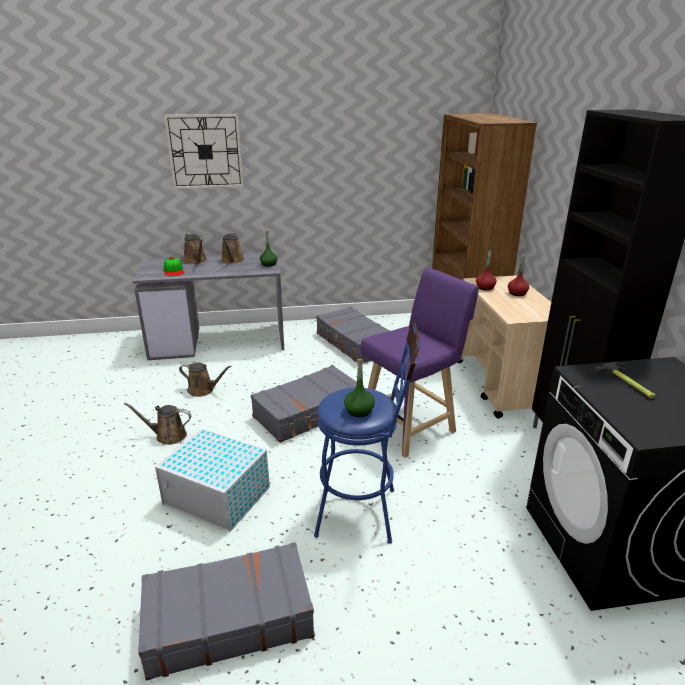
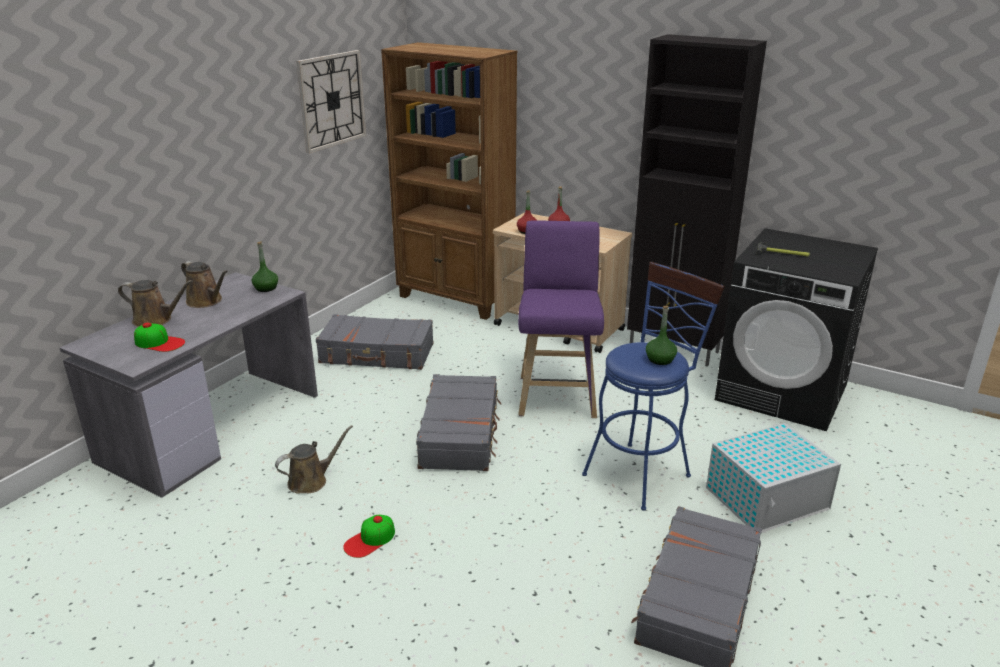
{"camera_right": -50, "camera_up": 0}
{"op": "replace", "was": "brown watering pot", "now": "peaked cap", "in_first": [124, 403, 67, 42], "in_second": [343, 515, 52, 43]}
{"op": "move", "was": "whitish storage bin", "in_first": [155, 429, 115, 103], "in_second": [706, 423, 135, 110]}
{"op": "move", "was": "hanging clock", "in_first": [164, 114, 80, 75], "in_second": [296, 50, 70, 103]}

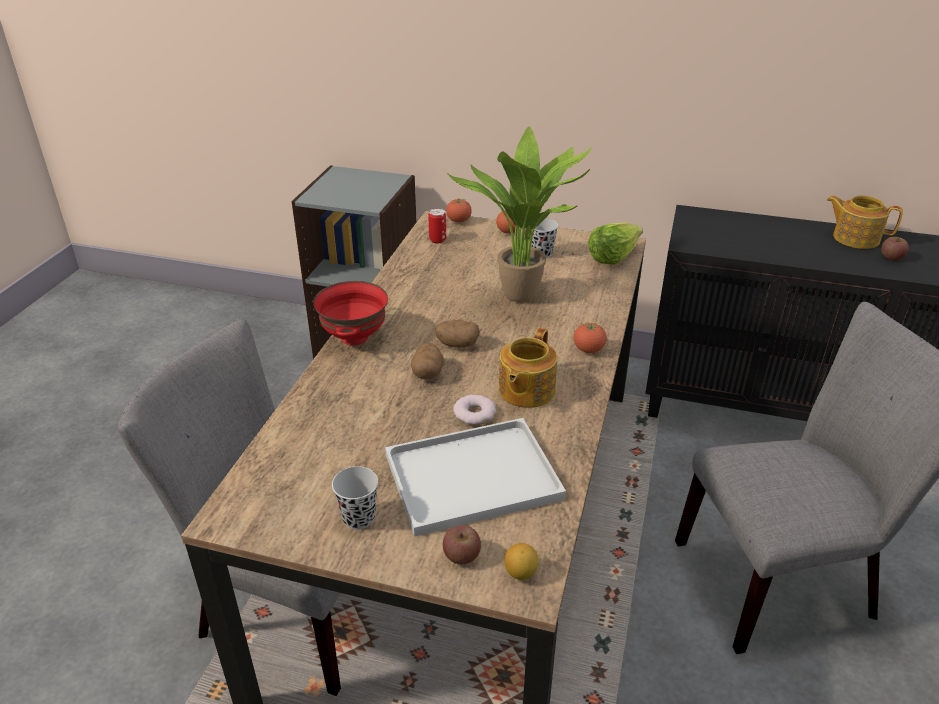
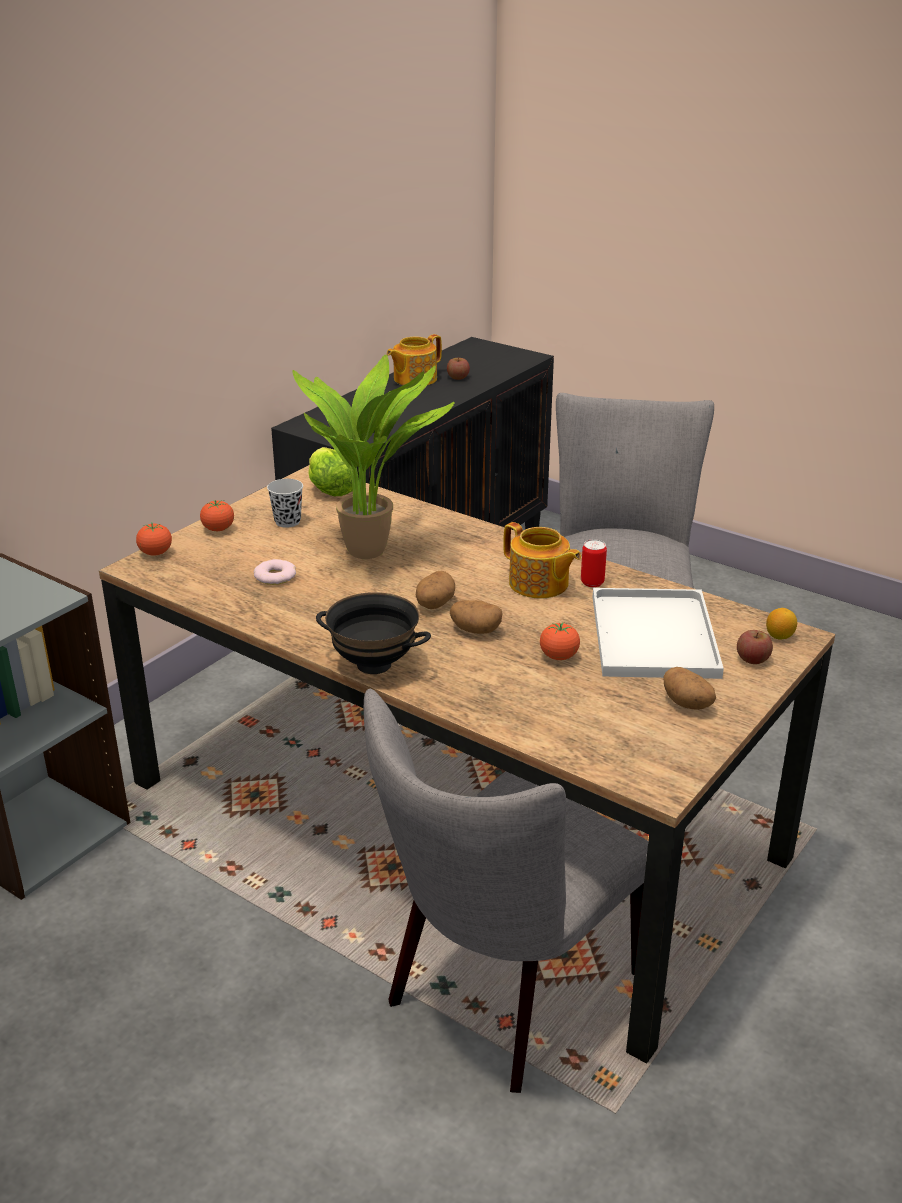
{"camera_right": -70, "camera_up": -5}
{"op": "recolor", "was": "red bowl", "now": "black bowl", "in_first": [313, 281, 75, 65], "in_second": [316, 592, 115, 82]}
{"op": "replace", "was": "black drinking cup", "now": "whole potato", "in_first": [332, 466, 46, 64], "in_second": [663, 667, 53, 43]}
{"op": "move", "was": "can", "in_first": [428, 208, 18, 36], "in_second": [581, 539, 26, 48]}
{"op": "move", "was": "doughnut", "in_first": [454, 395, 42, 30], "in_second": [254, 559, 42, 26]}
{"op": "move", "was": "fresh tomato", "in_first": [574, 322, 33, 31], "in_second": [540, 623, 40, 37]}

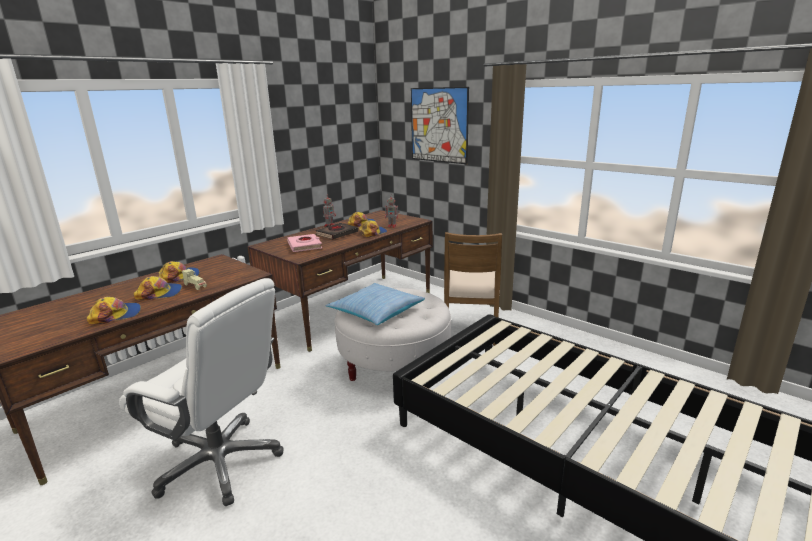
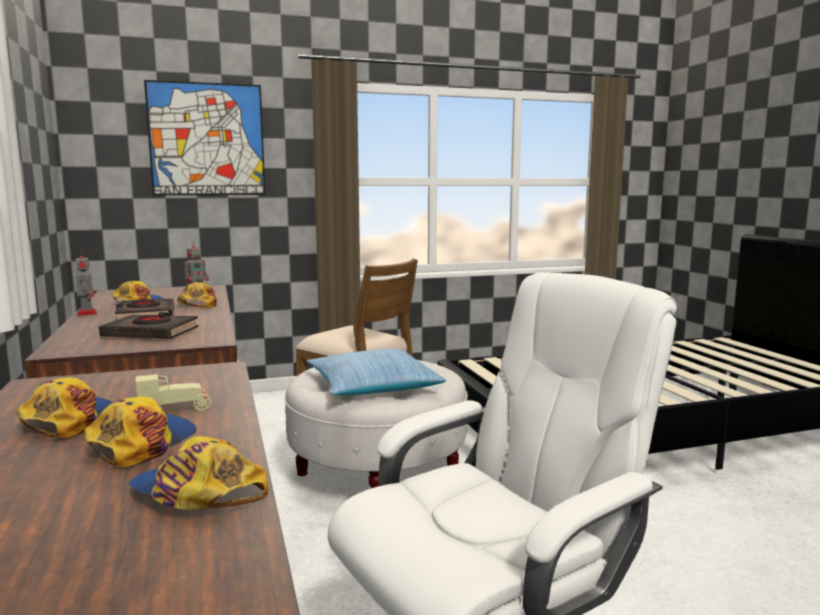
{"camera_right": -60, "camera_up": -10}
{"op": "rotate", "was": "peaked cap", "in_first": [87, 297, 54, 27], "in_second": [129, 436, 139, 74], "clockwise": -60}
{"op": "recolor", "was": "pink bound book", "now": "black bound book", "in_first": [287, 234, 35, 18], "in_second": [99, 312, 100, 27]}

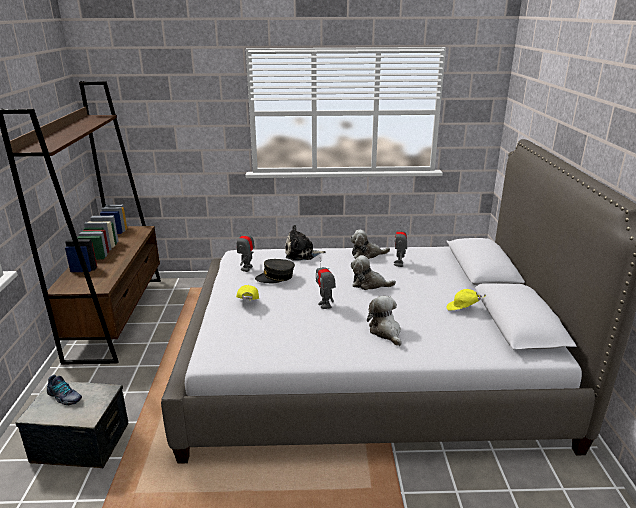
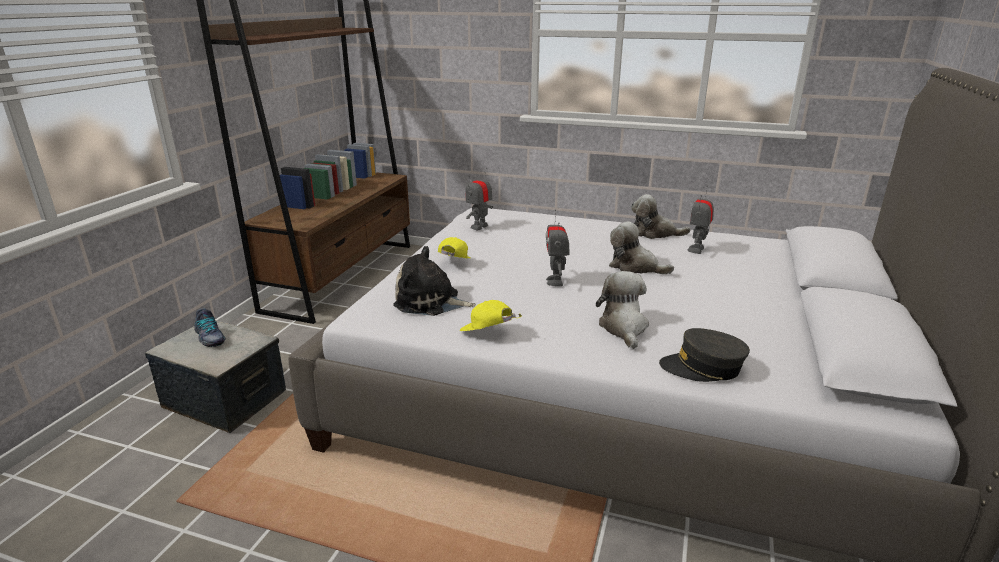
{"camera_right": 20, "camera_up": 0}
{"op": "move", "was": "grey peaked cap", "in_first": [255, 259, 40, 24], "in_second": [659, 328, 91, 54]}
{"op": "move", "was": "soft toy", "in_first": [285, 225, 41, 36], "in_second": [393, 246, 83, 70]}
{"op": "move", "was": "yellow-coloured peaked cap", "in_first": [447, 289, 39, 22], "in_second": [460, 300, 62, 31]}

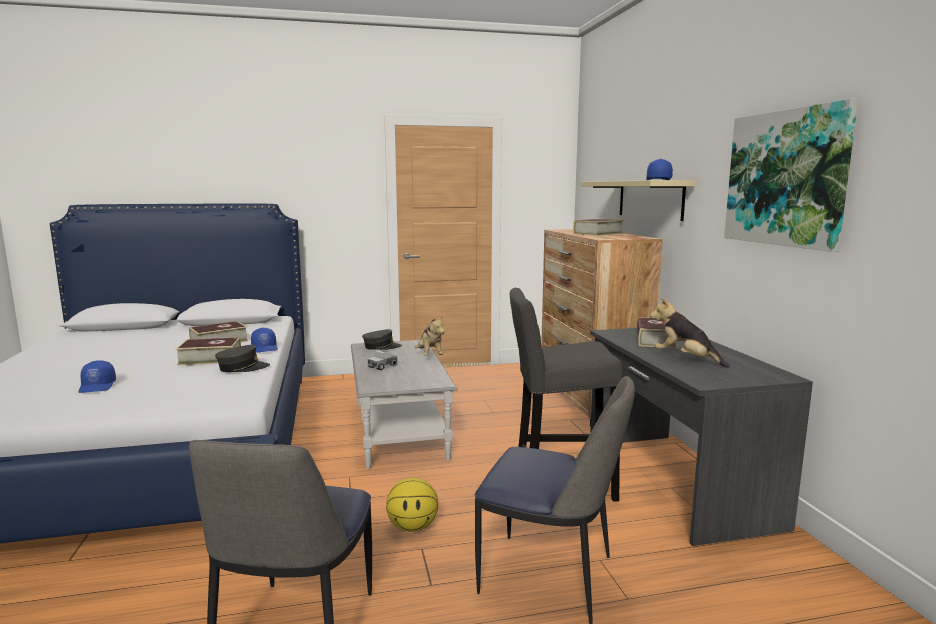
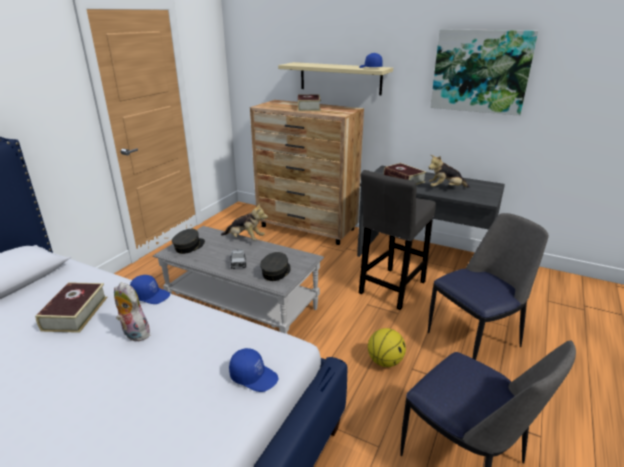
{"camera_right": -50, "camera_up": 15}
{"op": "move", "was": "blue-coloured peaked cap", "in_first": [79, 360, 37, 33], "in_second": [229, 348, 49, 44]}
{"op": "replace", "was": "bound book", "now": "soft toy", "in_first": [175, 337, 66, 28], "in_second": [114, 282, 36, 59]}
{"op": "move", "was": "grey peaked cap", "in_first": [215, 345, 55, 27], "in_second": [260, 252, 31, 29]}

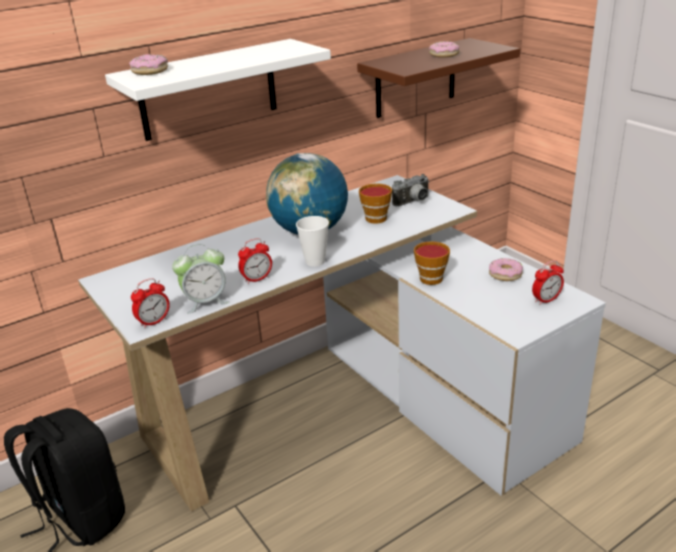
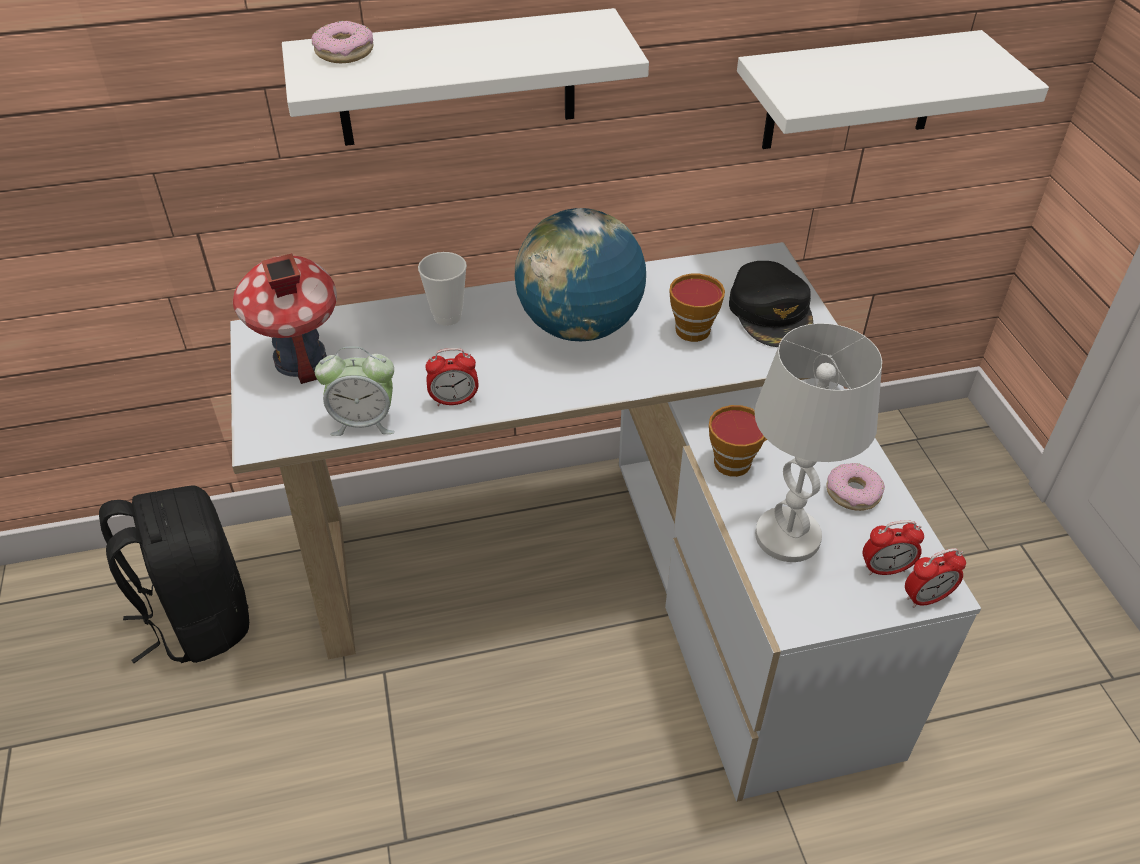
{"camera_right": 20, "camera_up": 15}
{"op": "move", "was": "alarm clock", "in_first": [131, 278, 39, 51], "in_second": [905, 548, 61, 60]}
{"op": "move", "was": "drinking cup", "in_first": [296, 216, 33, 51], "in_second": [418, 252, 49, 74]}
{"op": "recolor", "was": "brown wall shelf", "now": "whitish wall shelf", "in_first": [357, 38, 163, 80], "in_second": [737, 30, 312, 119]}
{"op": "replace", "was": "photo camera", "now": "black peaked cap", "in_first": [392, 174, 37, 32], "in_second": [729, 261, 84, 86]}
{"op": "delete", "was": "doughnut", "in_first": [429, 41, 31, 17]}
{"op": "insert", "now": "toy house", "in_second": [233, 253, 104, 131]}
{"op": "insert", "now": "whitish lamp for a table", "in_second": [754, 323, 128, 239]}

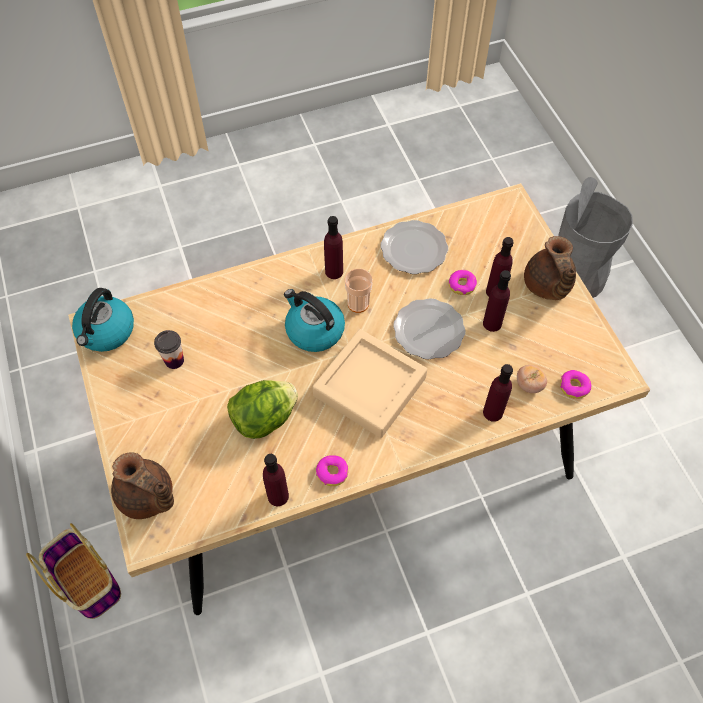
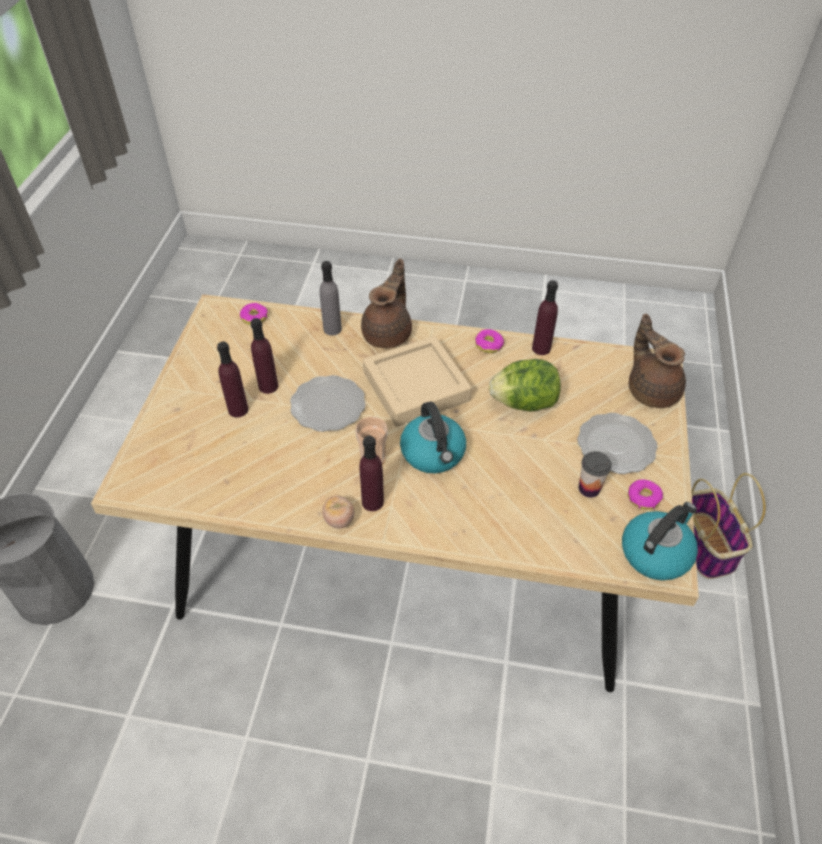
{"camera_right": -150, "camera_up": -10}
{"op": "move", "was": "dinner plate", "in_first": [380, 220, 68, 54], "in_second": [577, 413, 81, 61]}
{"op": "move", "was": "doughnut", "in_first": [449, 270, 28, 25], "in_second": [628, 479, 35, 31]}
{"op": "recolor", "was": "purple-coloured beverage bottle", "now": "grey beverage bottle", "in_first": [483, 364, 30, 58], "in_second": [320, 261, 22, 75]}
{"op": "move", "was": "fresh tomato", "in_first": [517, 365, 30, 28], "in_second": [322, 496, 32, 32]}
{"op": "move", "was": "brown teapot", "in_first": [524, 236, 52, 64], "in_second": [361, 258, 51, 90]}

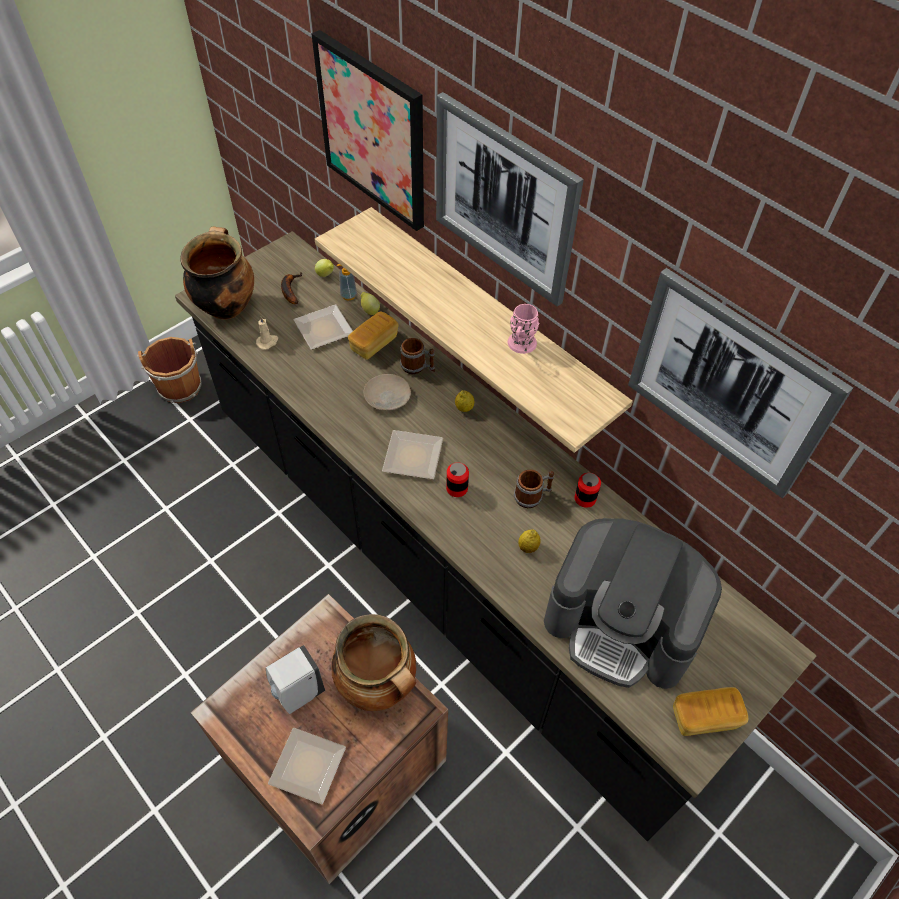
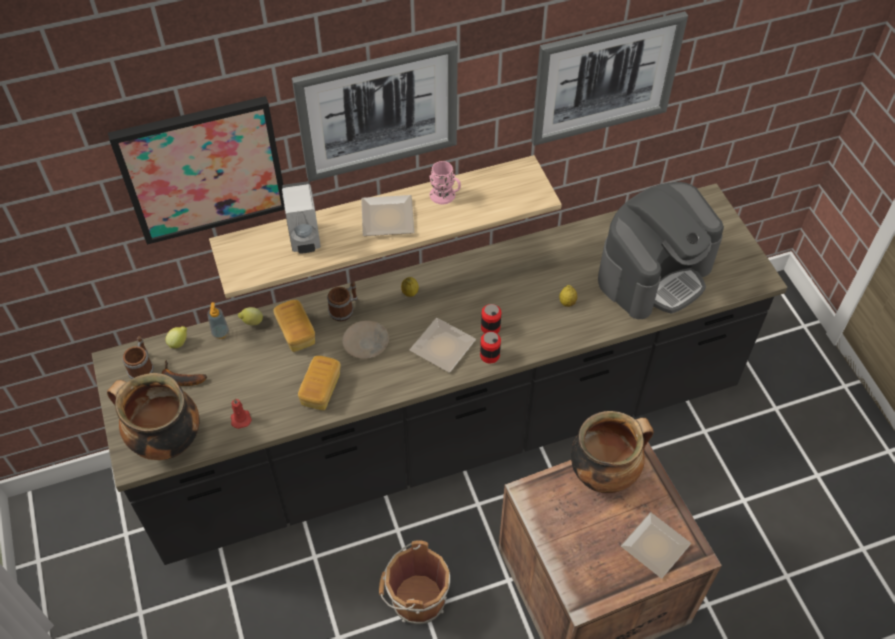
{"camera_right": -65, "camera_up": 0}
{"op": "move", "was": "brown bucket", "in_first": [137, 337, 65, 66], "in_second": [379, 540, 71, 84]}
{"op": "recolor", "was": "beige-coloured wax candle", "now": "red wax candle", "in_first": [256, 316, 22, 34], "in_second": [231, 398, 21, 31]}
{"op": "move", "was": "whitish soap bottle", "in_first": [266, 645, 59, 69], "in_second": [282, 181, 39, 73]}
{"op": "move", "was": "dinner plate", "in_first": [293, 304, 60, 46], "in_second": [361, 195, 53, 41]}
{"op": "move", "was": "mug", "in_first": [514, 469, 40, 39], "in_second": [123, 336, 31, 43]}
{"op": "move", "was": "can", "in_first": [575, 473, 26, 35], "in_second": [480, 332, 21, 31]}
{"op": "move", "was": "bread", "in_first": [673, 687, 75, 49], "in_second": [298, 356, 43, 54]}

